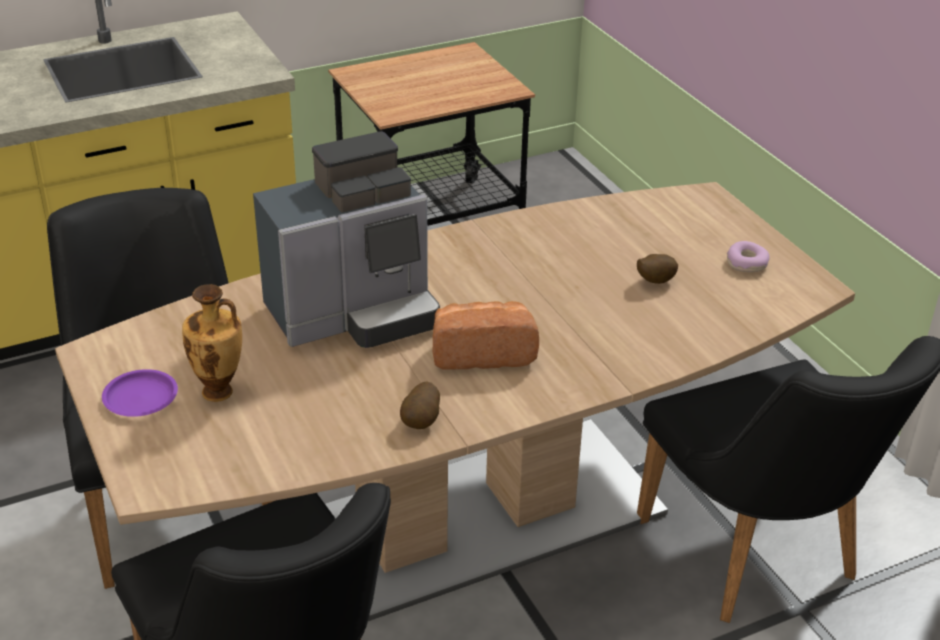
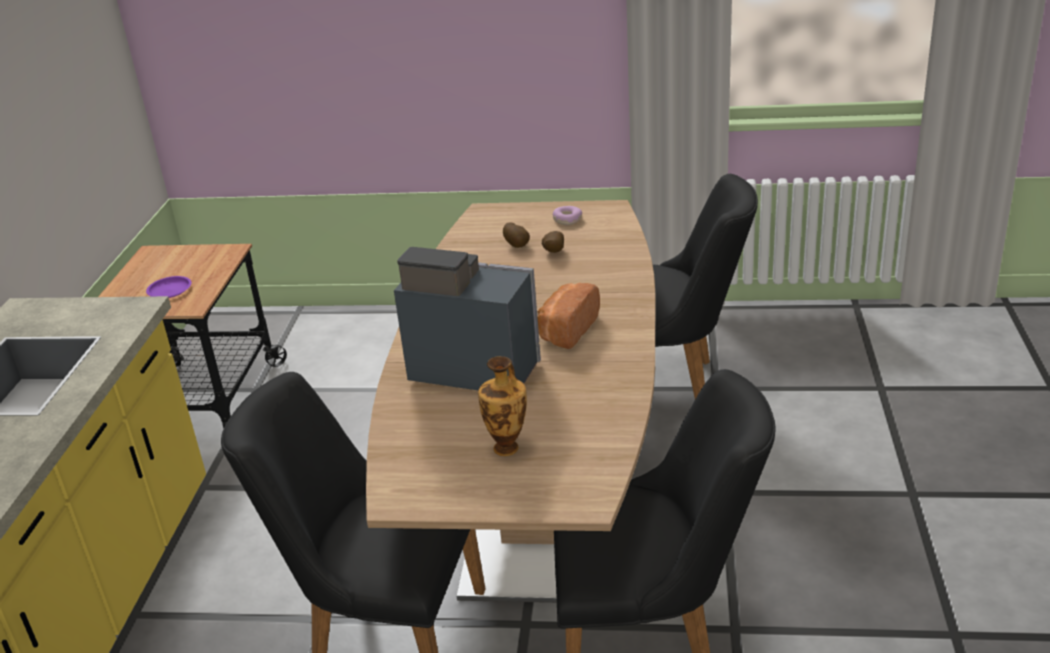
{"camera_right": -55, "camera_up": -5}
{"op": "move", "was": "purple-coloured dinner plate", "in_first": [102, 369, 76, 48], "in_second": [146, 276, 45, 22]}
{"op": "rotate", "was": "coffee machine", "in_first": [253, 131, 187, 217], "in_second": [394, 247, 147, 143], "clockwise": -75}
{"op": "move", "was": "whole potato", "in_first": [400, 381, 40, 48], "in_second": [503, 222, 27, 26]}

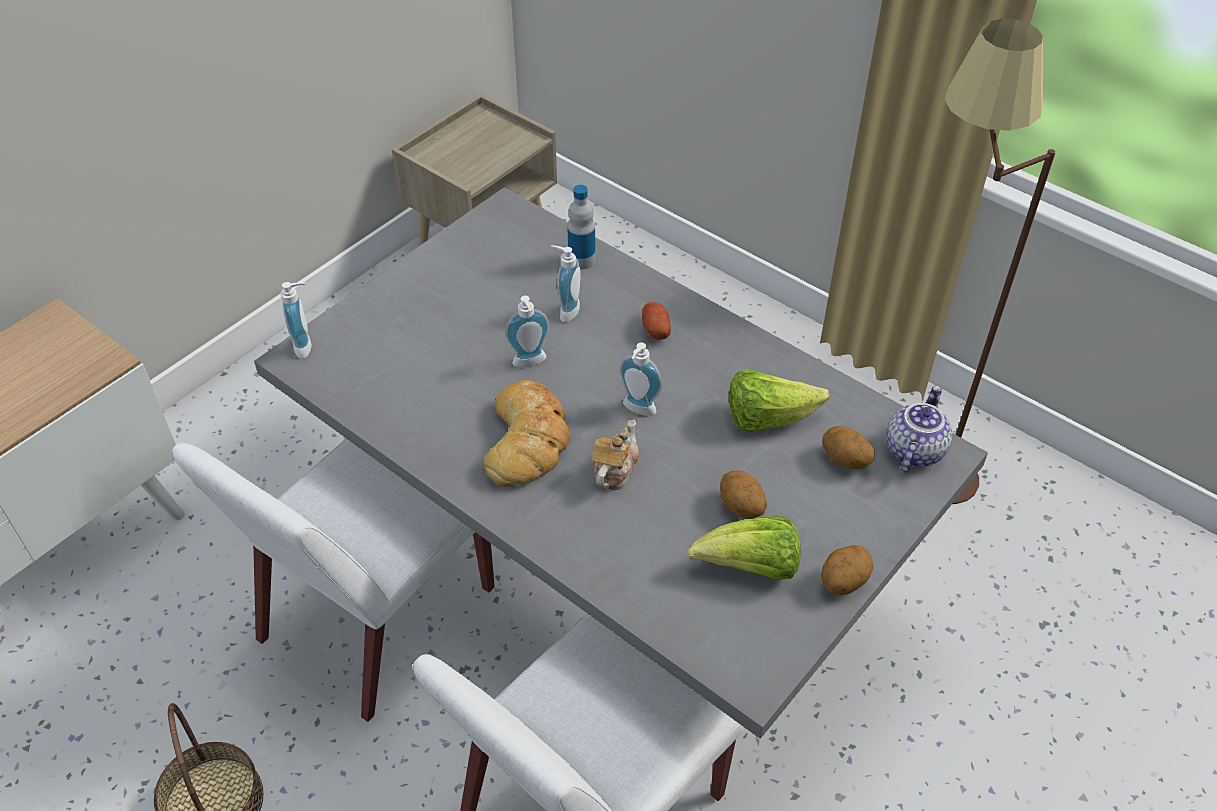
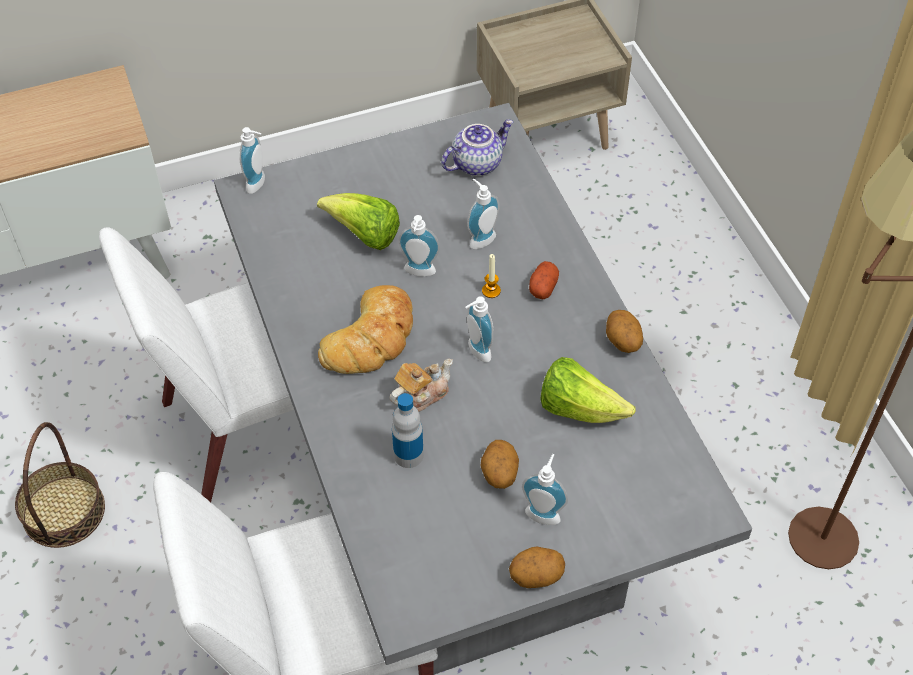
{"camera_right": 30, "camera_up": 5}
{"op": "move", "was": "beverage bottle", "in_first": [567, 185, 28, 84], "in_second": [392, 393, 32, 75]}
{"op": "move", "was": "lettuce head", "in_first": [688, 516, 113, 64], "in_second": [317, 193, 83, 57]}
{"op": "move", "was": "whole potato", "in_first": [823, 426, 52, 43], "in_second": [606, 310, 37, 43]}
{"op": "move", "was": "teapot", "in_first": [886, 385, 66, 88], "in_second": [441, 120, 72, 56]}
{"op": "insert", "now": "wax candle", "in_second": [482, 254, 19, 44]}
{"op": "insert", "now": "soap bottle", "in_second": [522, 454, 46, 71]}

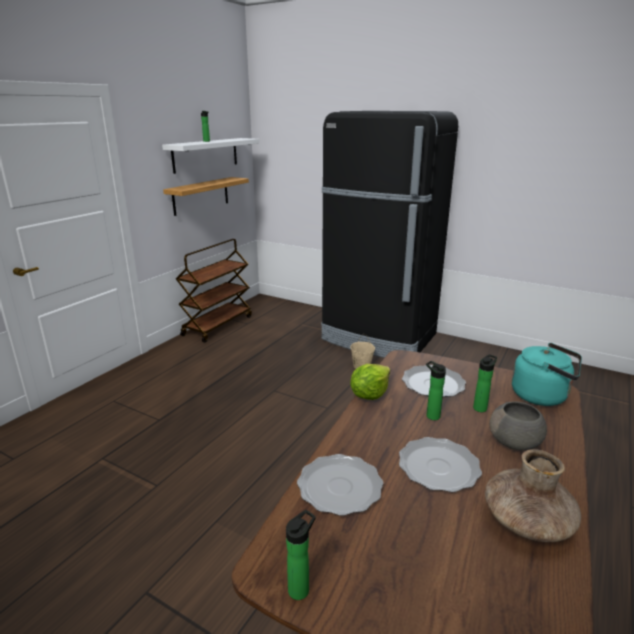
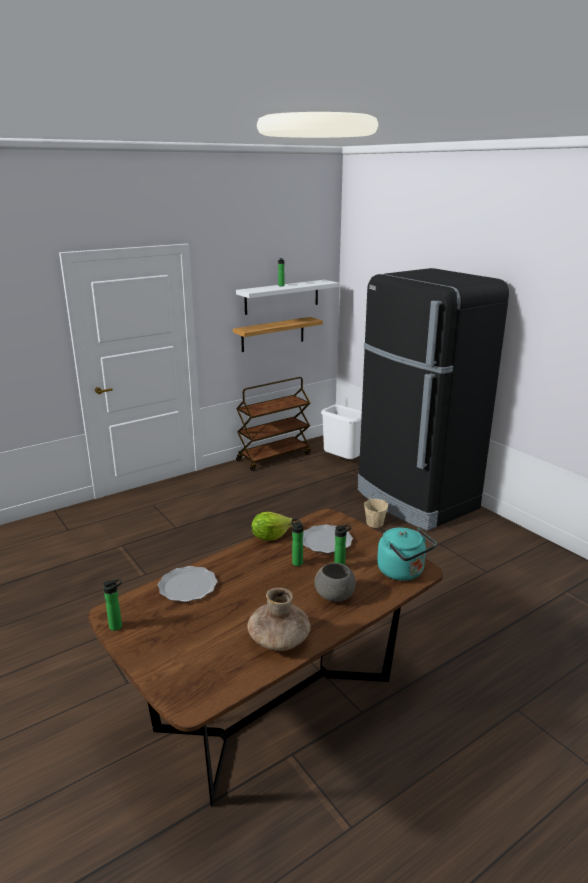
{"camera_right": 25, "camera_up": 0}
{"op": "delete", "was": "dinner plate", "in_first": [399, 437, 83, 55]}
{"op": "insert", "now": "whitish trash can", "in_second": [321, 404, 41, 55]}

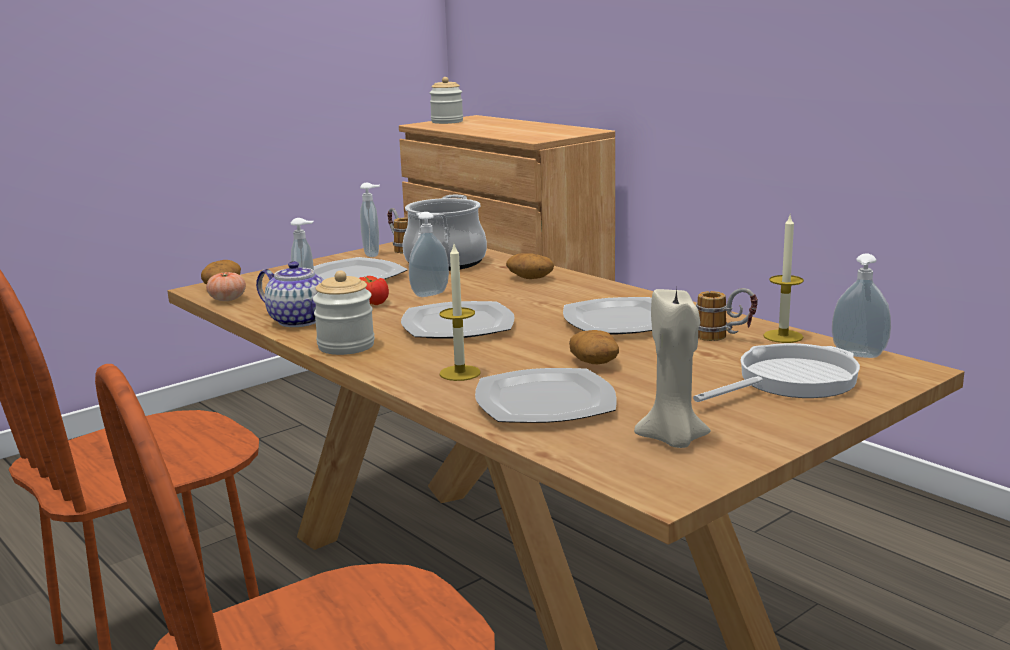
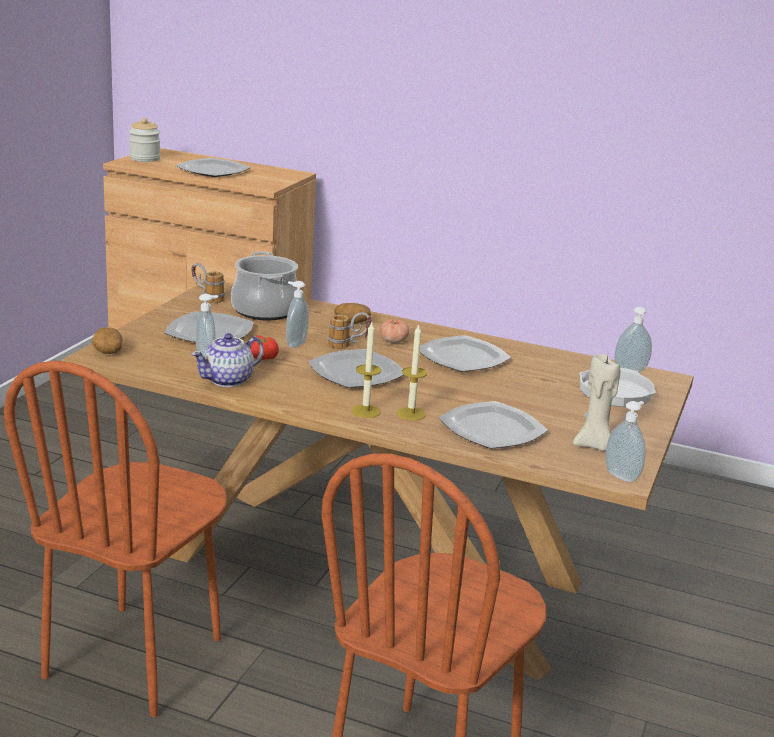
{"camera_right": -30, "camera_up": 5}
{"op": "move", "was": "fresh tomato", "in_first": [206, 272, 40, 29], "in_second": [380, 319, 30, 24]}
{"op": "rotate", "was": "teapot", "in_first": [256, 261, 68, 66], "in_second": [191, 333, 73, 54], "clockwise": 135}
{"op": "delete", "was": "storage jar", "in_first": [313, 271, 62, 84]}
{"op": "move", "was": "soap bottle", "in_first": [360, 183, 20, 74], "in_second": [605, 401, 40, 81]}
{"op": "delete", "was": "whole potato", "in_first": [569, 330, 50, 34]}
{"op": "move", "was": "mug", "in_first": [696, 288, 62, 53], "in_second": [328, 312, 44, 37]}
{"op": "move", "was": "wax candle", "in_first": [763, 215, 41, 128], "in_second": [351, 322, 30, 96]}
{"op": "insert", "now": "dinner plate", "in_second": [176, 158, 74, 19]}

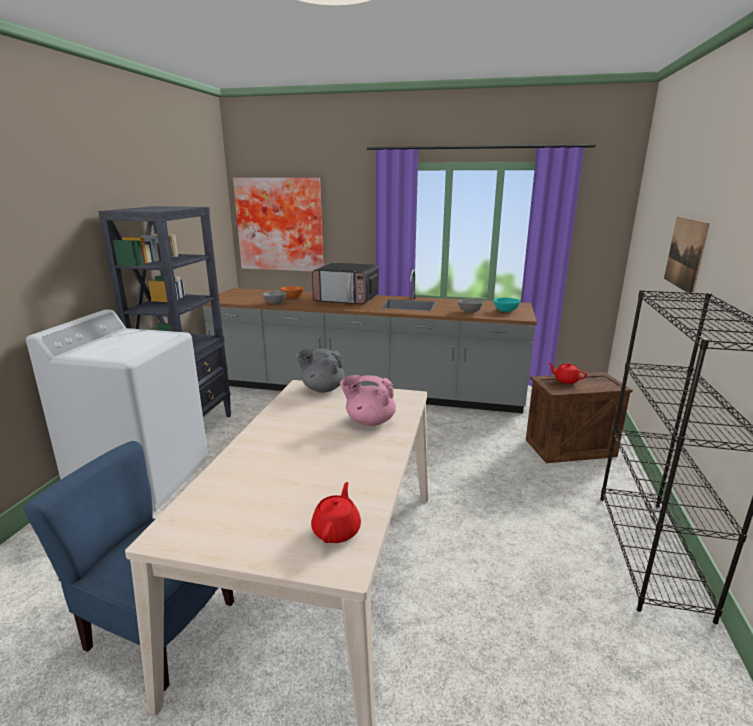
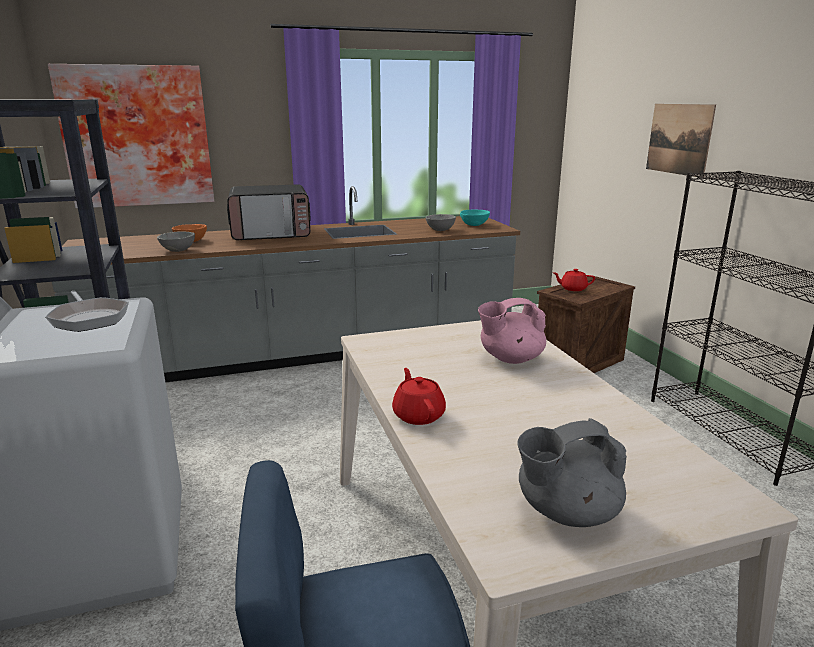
{"camera_right": -30, "camera_up": 0}
{"op": "move", "was": "grey teapot", "in_first": [296, 349, 49, 44], "in_second": [518, 418, 109, 109]}
{"op": "move", "was": "red teapot", "in_first": [311, 482, 50, 61], "in_second": [392, 368, 54, 57]}
{"op": "insert", "now": "pan", "in_second": [45, 291, 84, 41]}

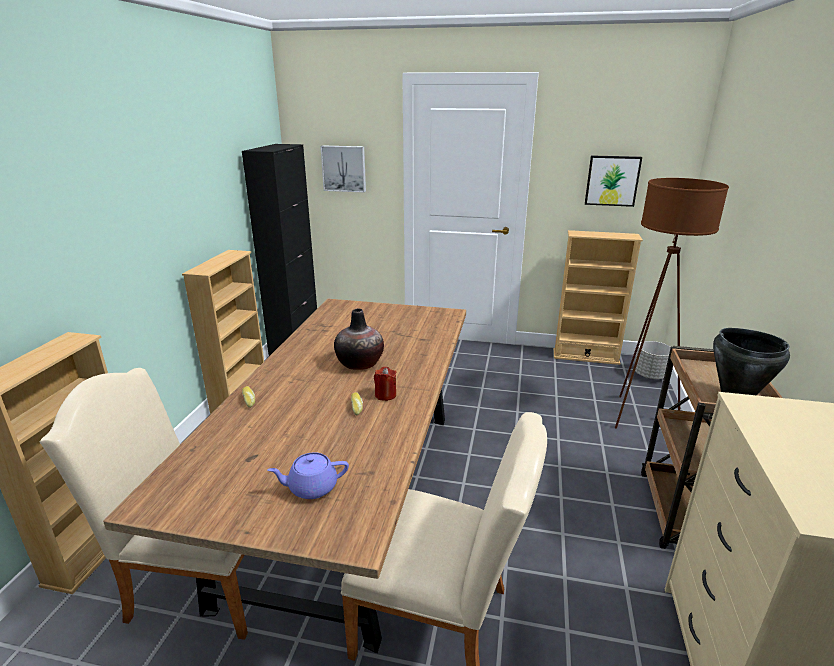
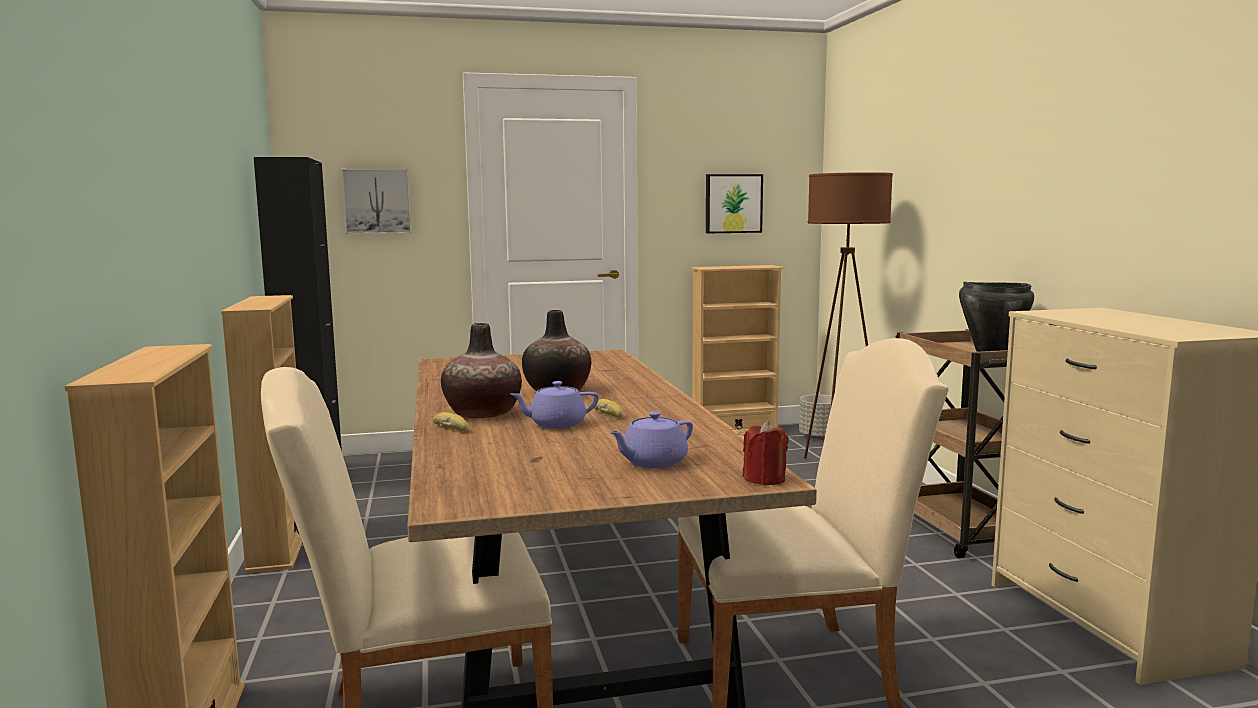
{"camera_right": -25, "camera_up": -15}
{"op": "move", "was": "red wax candle", "in_first": [374, 367, 22, 34], "in_second": [743, 421, 46, 65]}
{"op": "insert", "now": "decorative vase", "in_second": [441, 323, 81, 95]}
{"op": "insert", "now": "purple-coloured teapot", "in_second": [510, 381, 89, 48]}

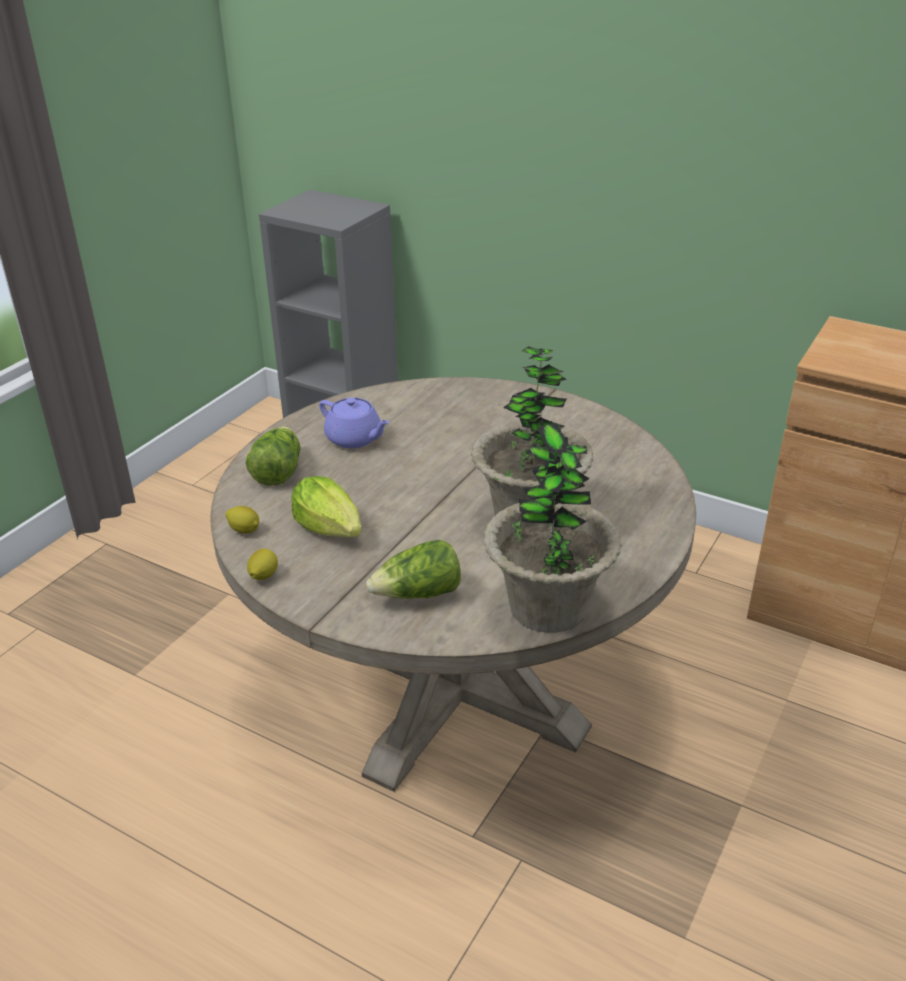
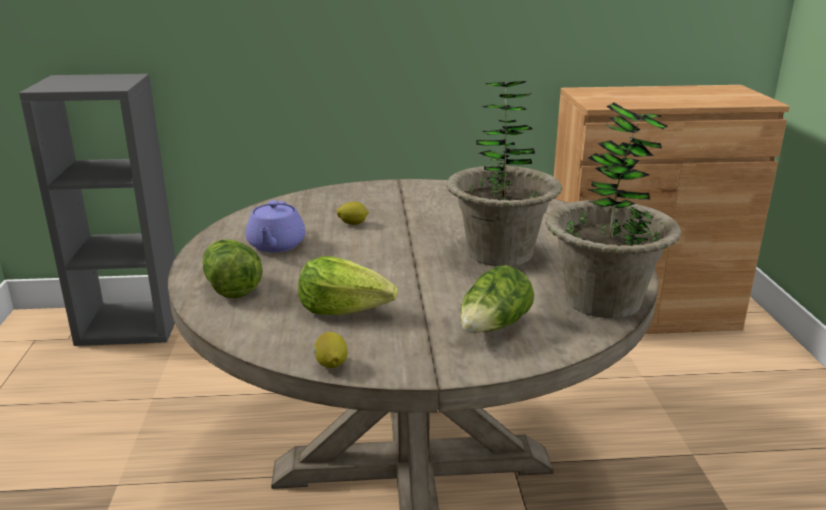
{"camera_right": -35, "camera_up": -10}
{"op": "move", "was": "lemon", "in_first": [225, 506, 34, 28], "in_second": [336, 202, 33, 23]}
{"op": "rotate", "was": "purple-coloured teapot", "in_first": [319, 398, 71, 50], "in_second": [246, 200, 60, 52], "clockwise": 90}

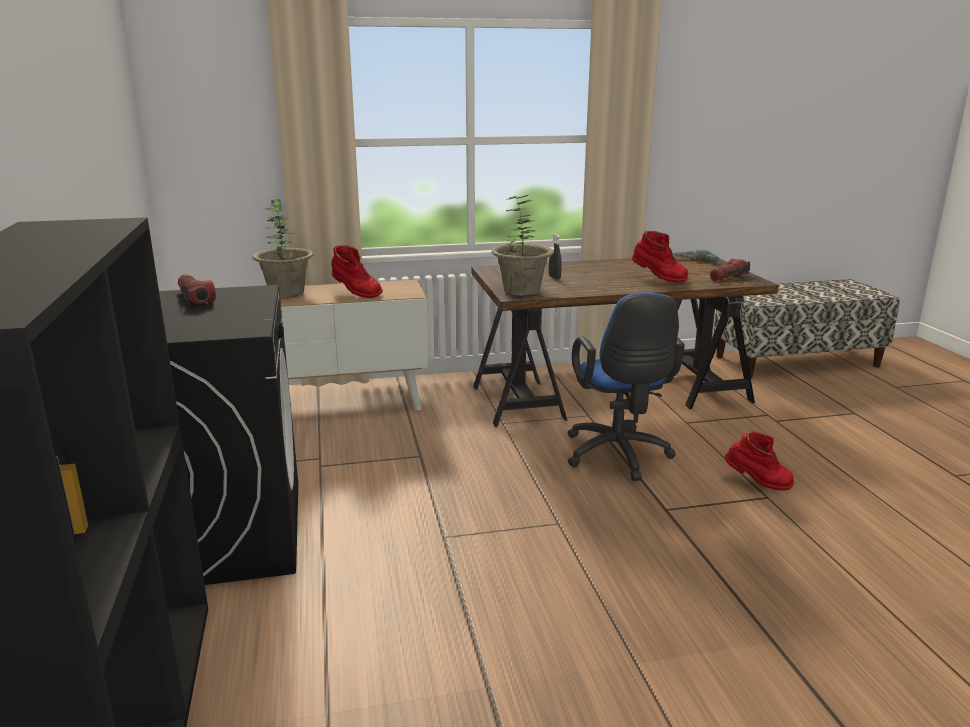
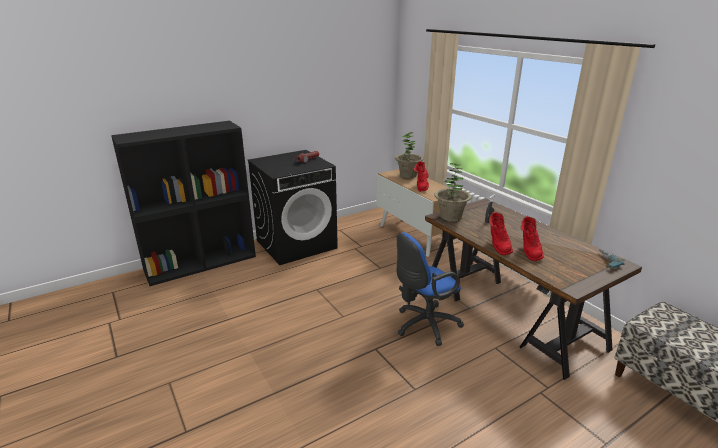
{"camera_right": 70, "camera_up": 5}
{"op": "delete", "was": "torch", "in_first": [710, 259, 40, 22]}
{"op": "move", "was": "red boot", "in_first": [725, 431, 69, 60], "in_second": [489, 211, 24, 44]}

